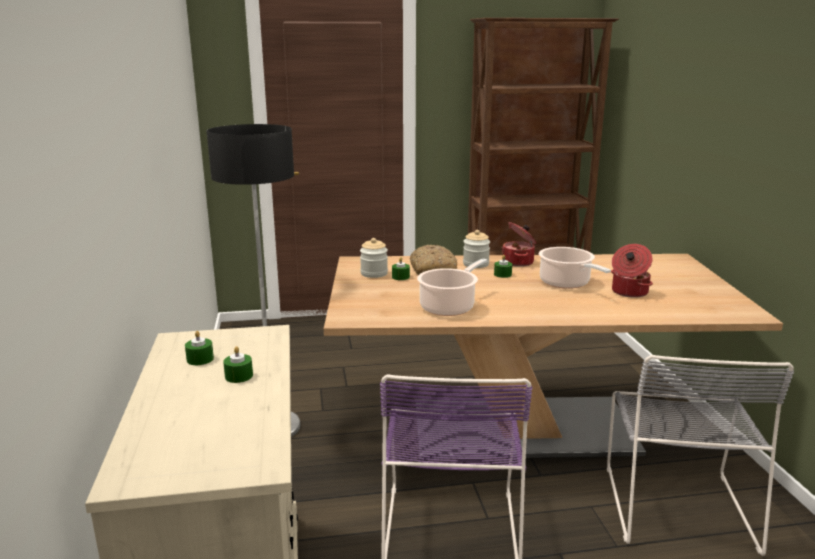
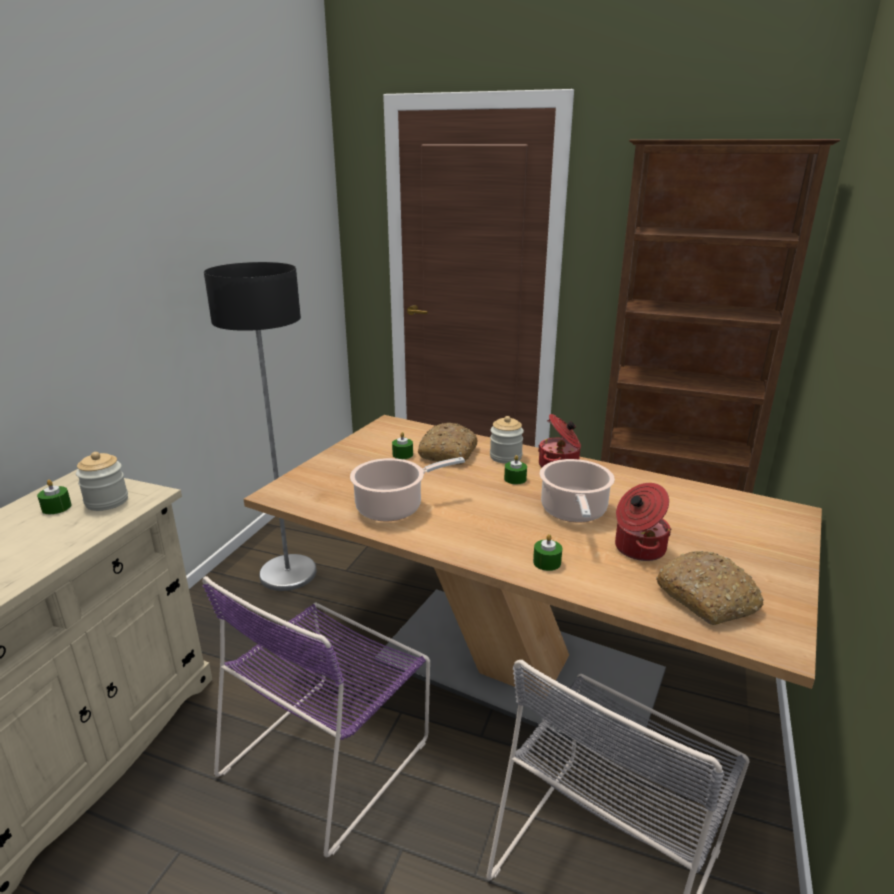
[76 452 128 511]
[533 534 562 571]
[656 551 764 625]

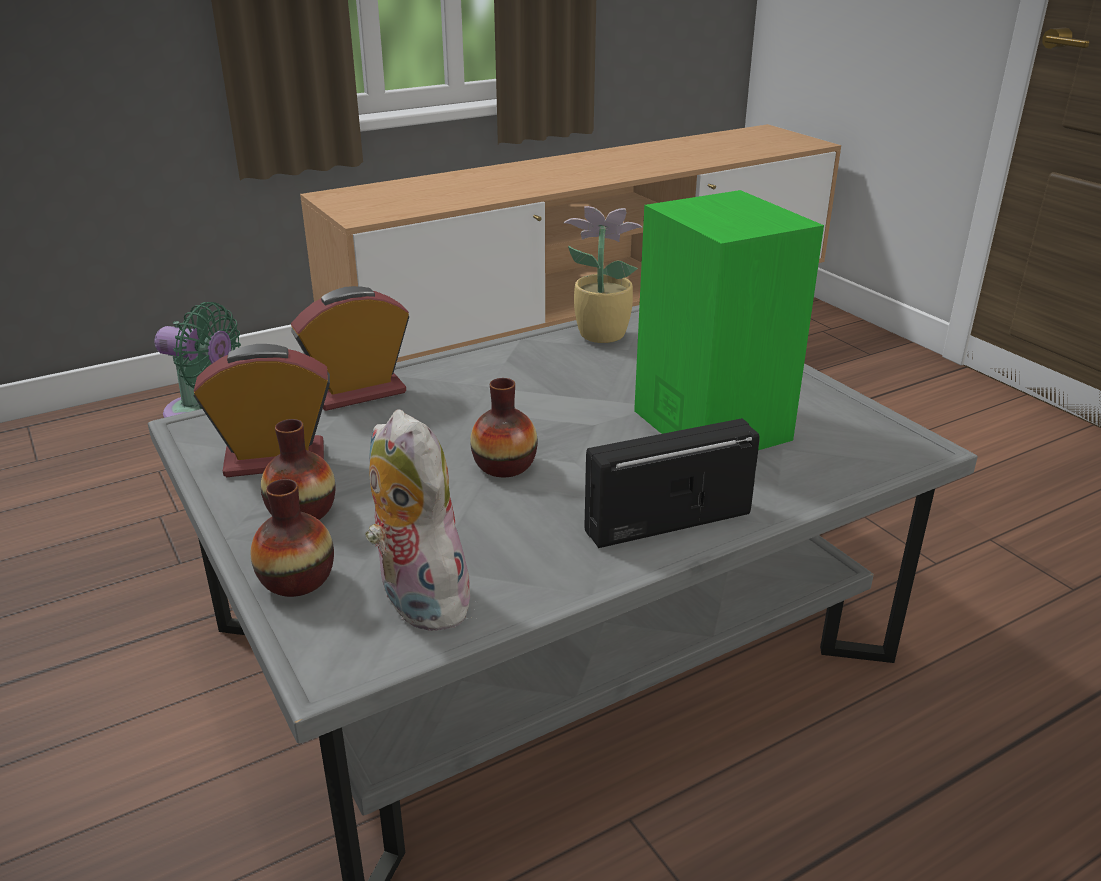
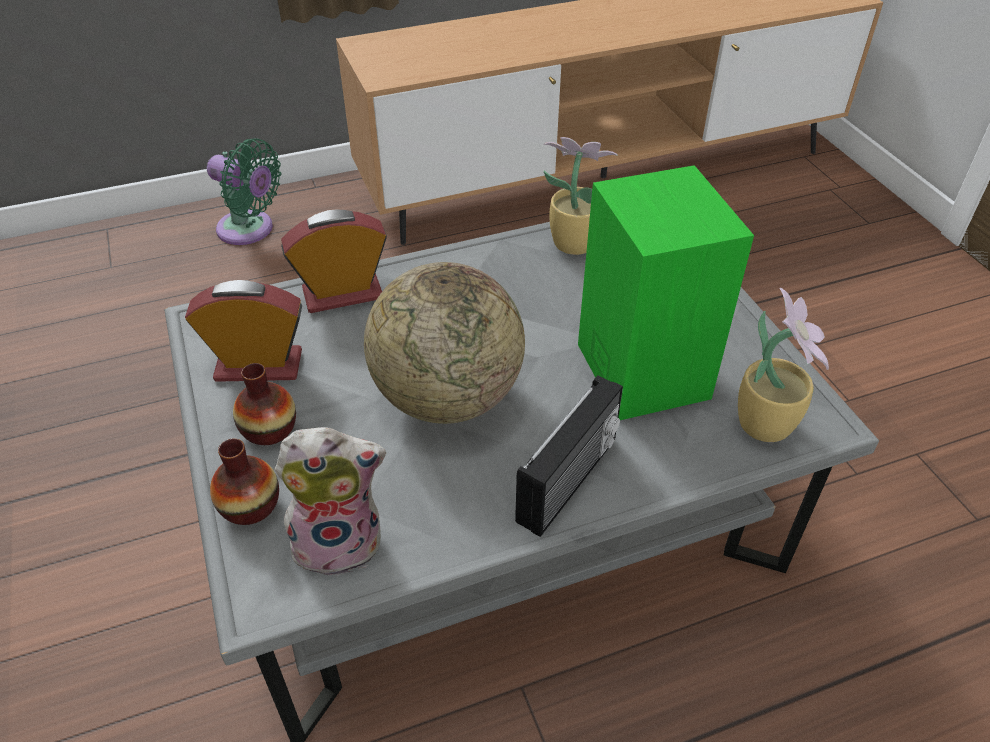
[364 262 525 424]
[275 427 386 577]
[515 375 623 537]
[738 288 829 442]

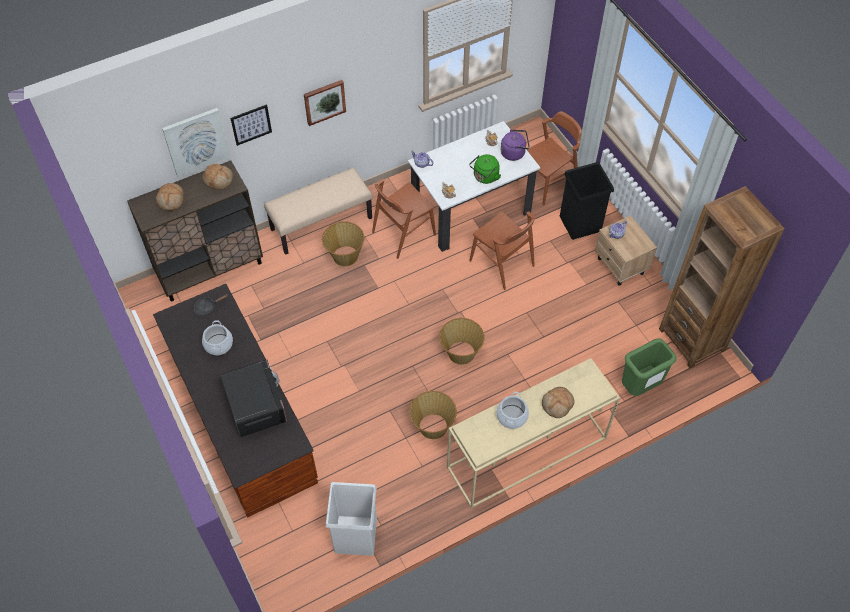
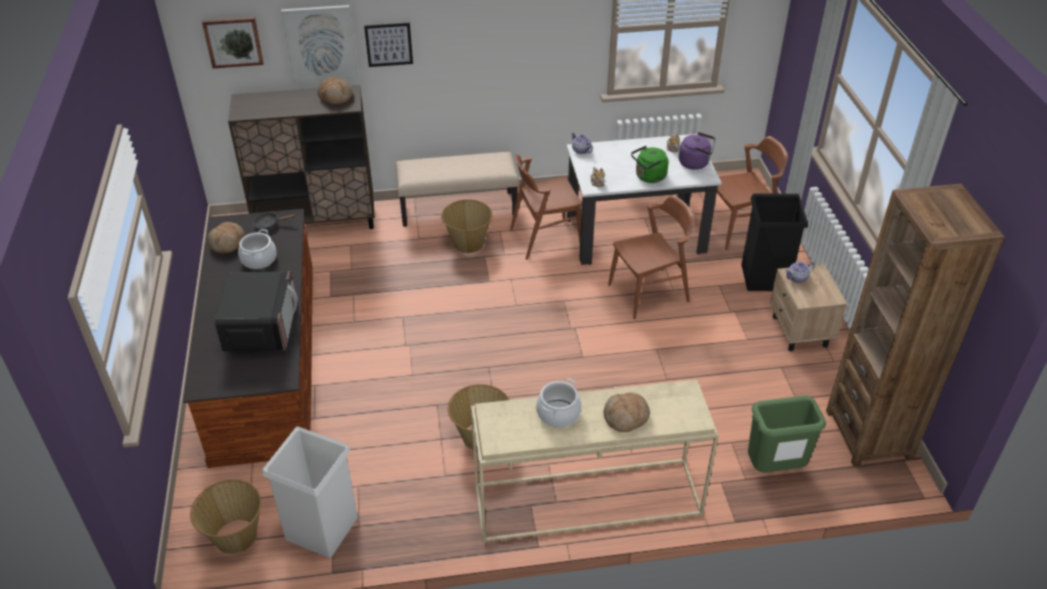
[202 17 264 68]
[208 222 245 254]
[608 195 694 319]
[190 480 262 554]

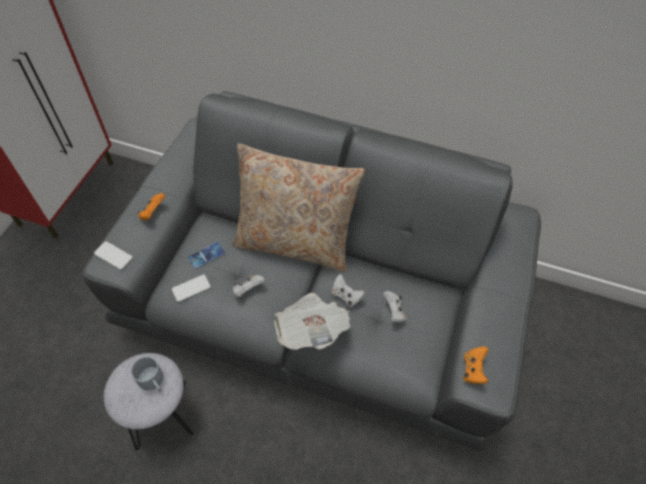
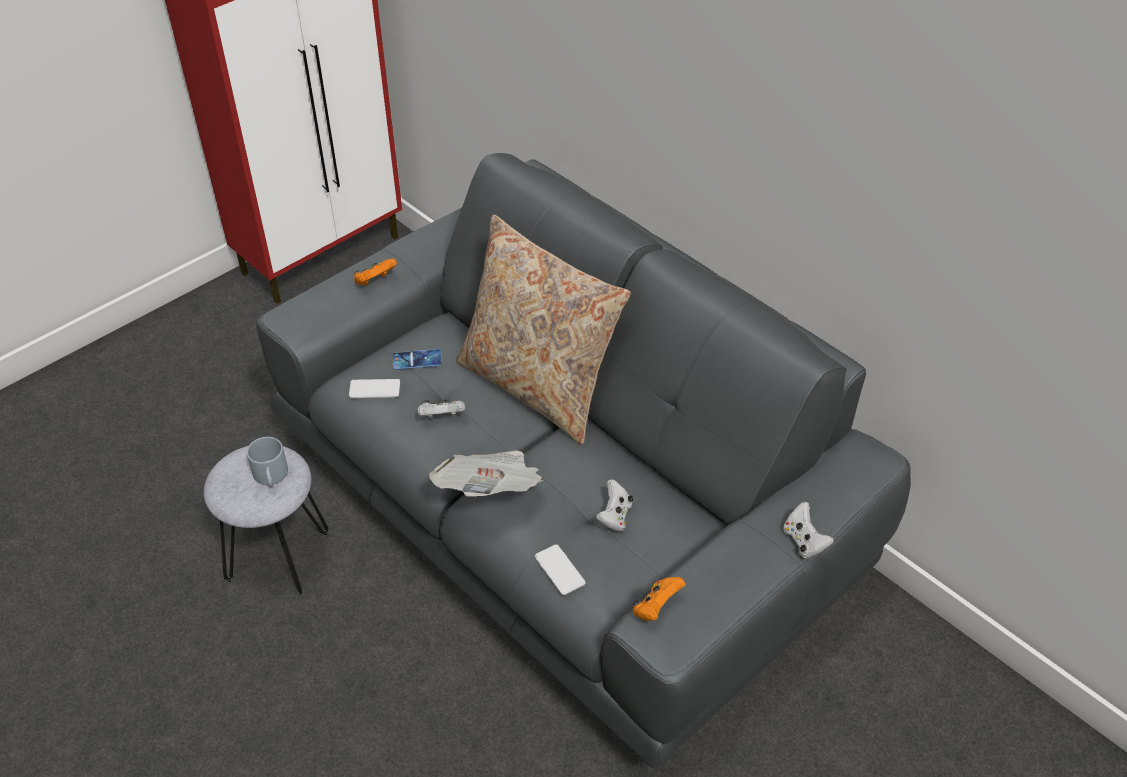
[535 544 585 595]
[783 502 834 558]

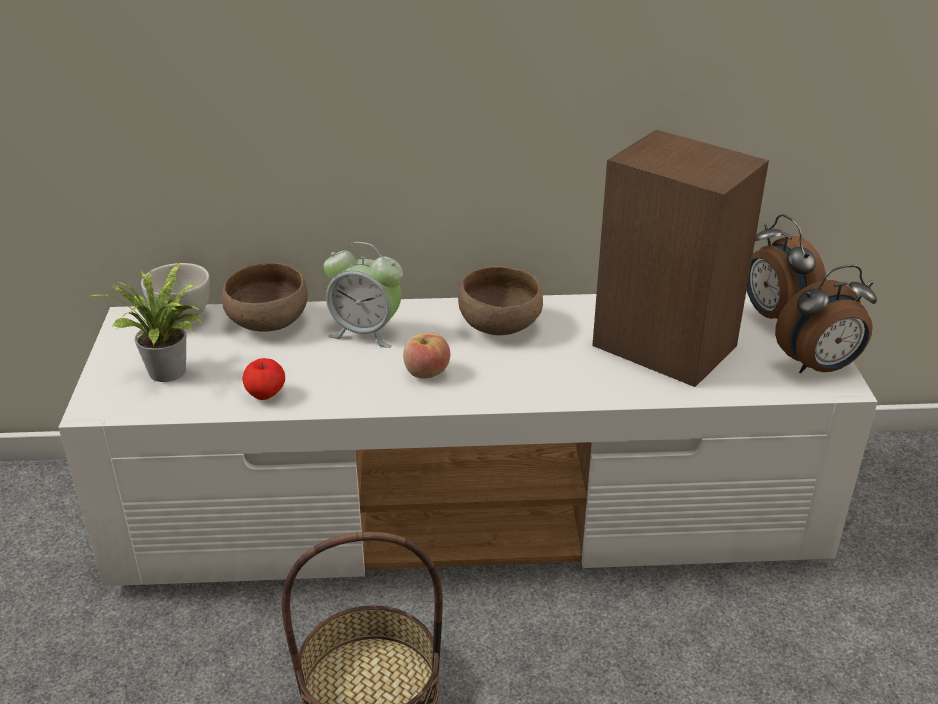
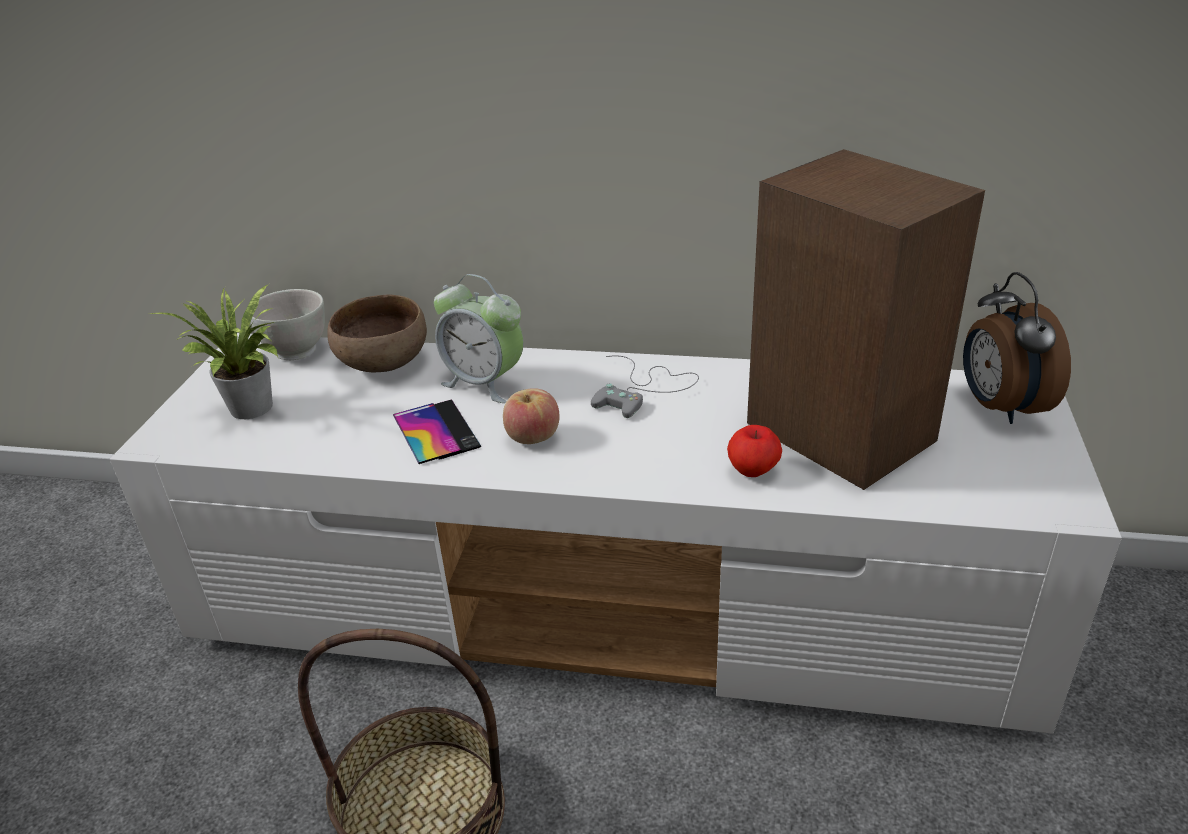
[775 265 877 374] (first image)
[591 356 699 418]
[727 425 782 477]
[393 399 481 464]

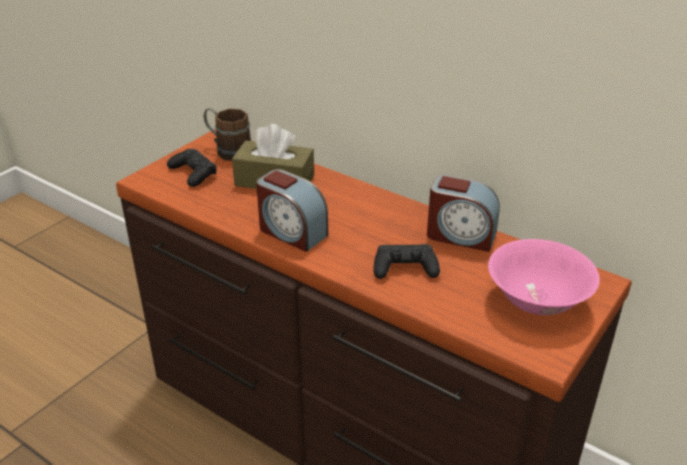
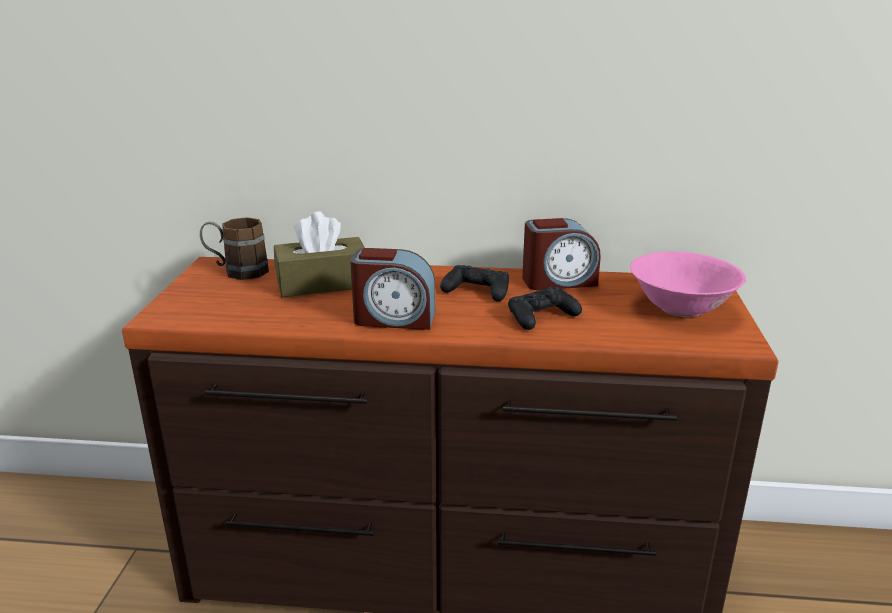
[440 265 509 301]

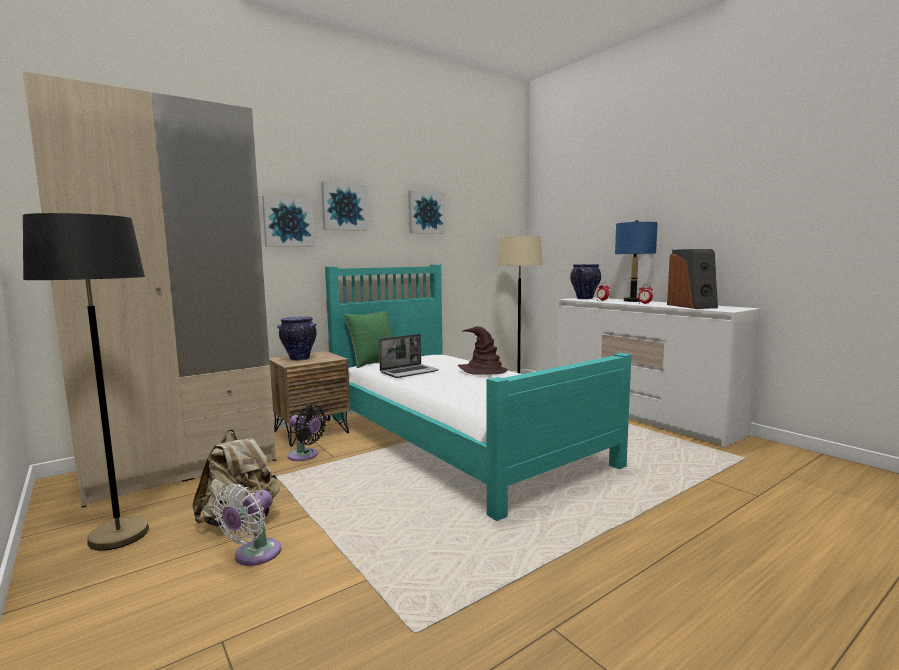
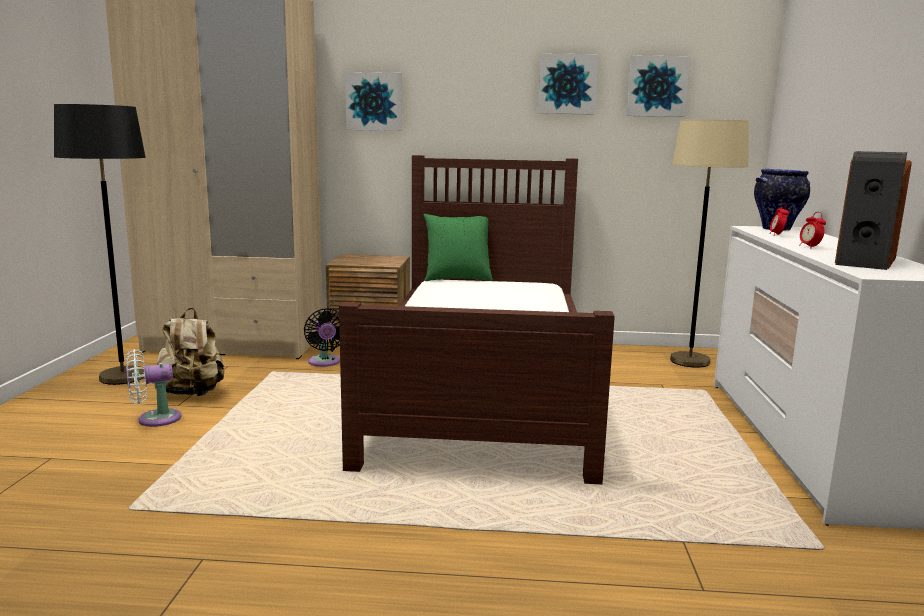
[626 56 691 117]
[615 220 658 302] (first image)
[339 155 615 485]
[277 316 317 361] (first image)
[458 326 508 375] (first image)
[379 334 439 378] (first image)

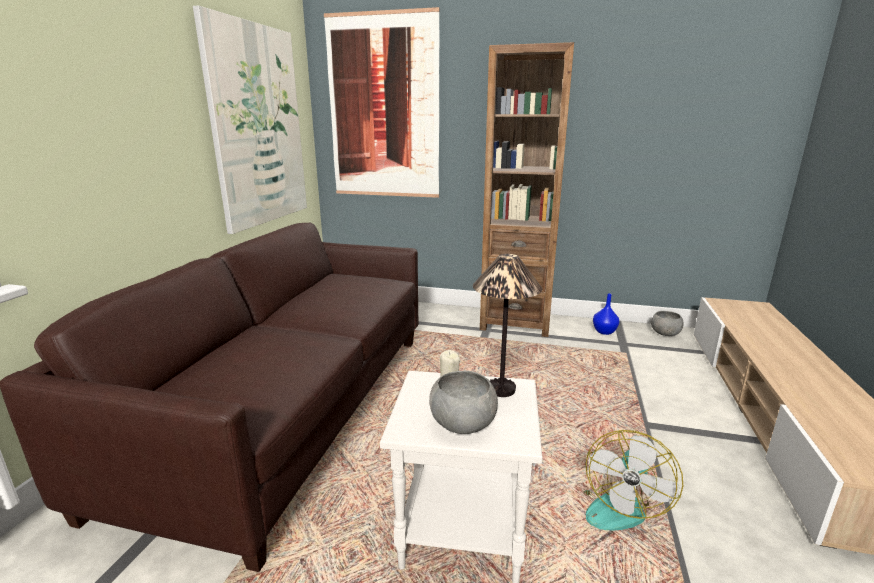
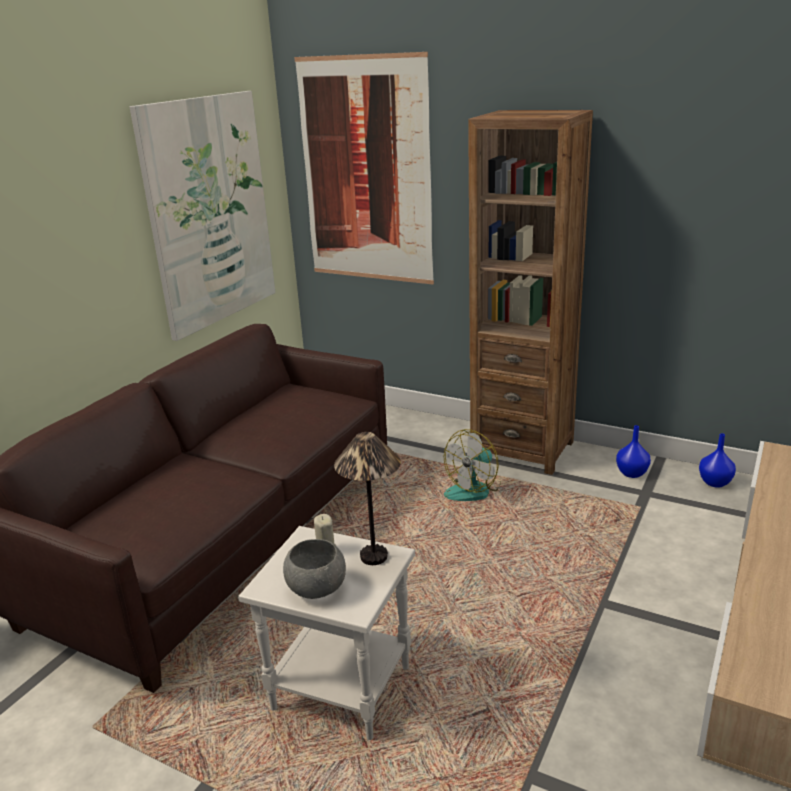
[699 433 736 488]
[444 429 501 501]

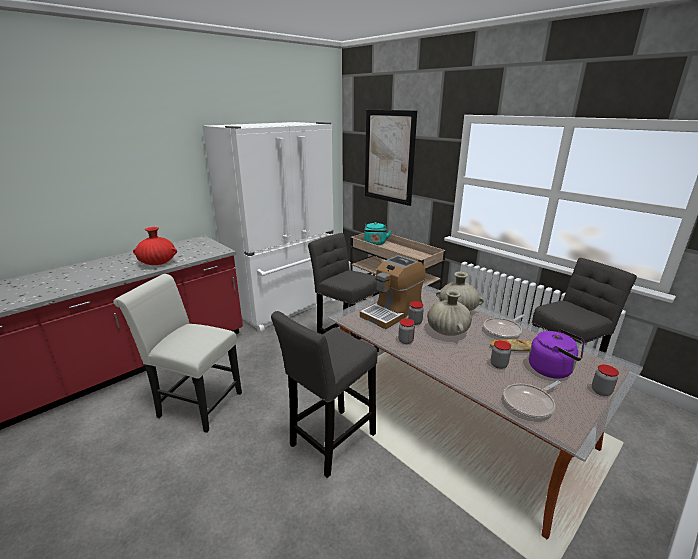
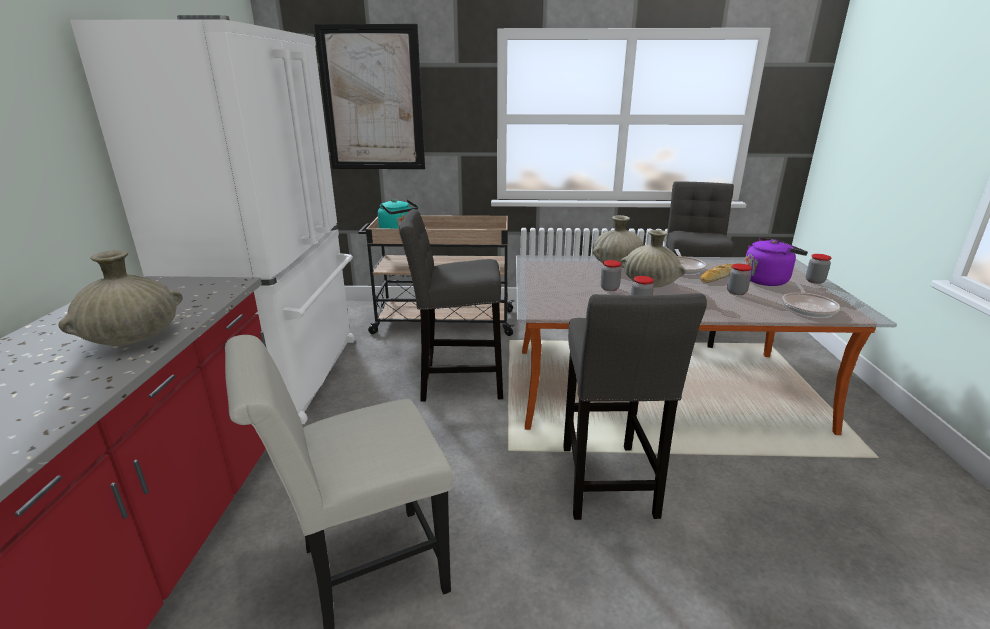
[58 250 183 346]
[360 255 426 329] (first image)

